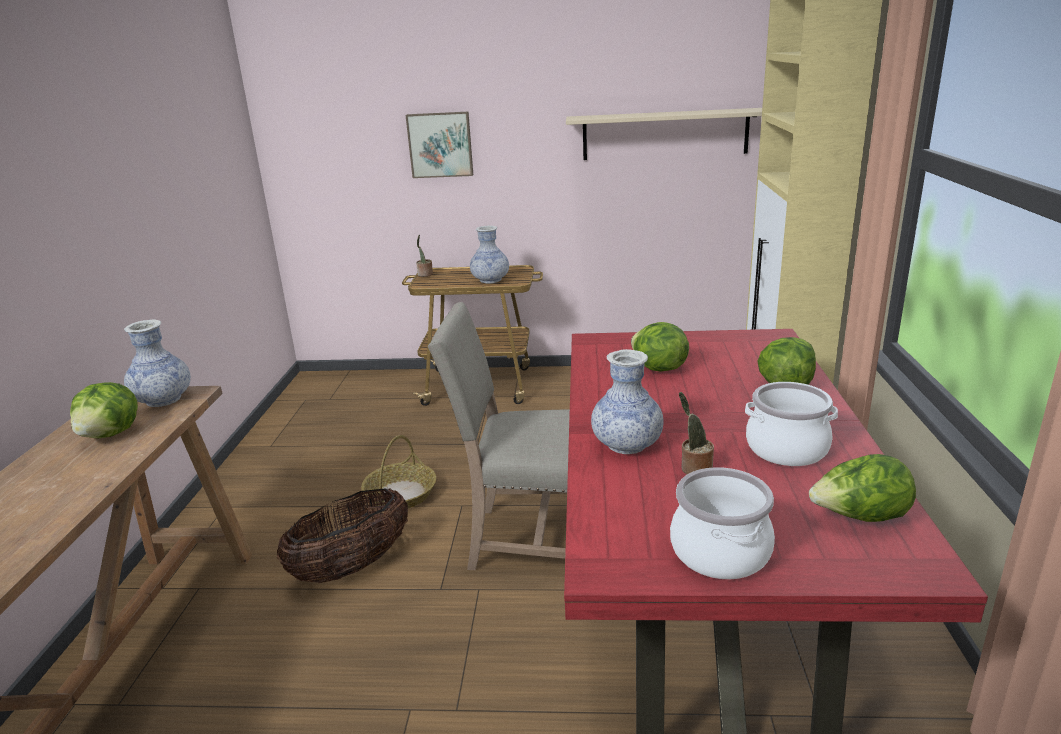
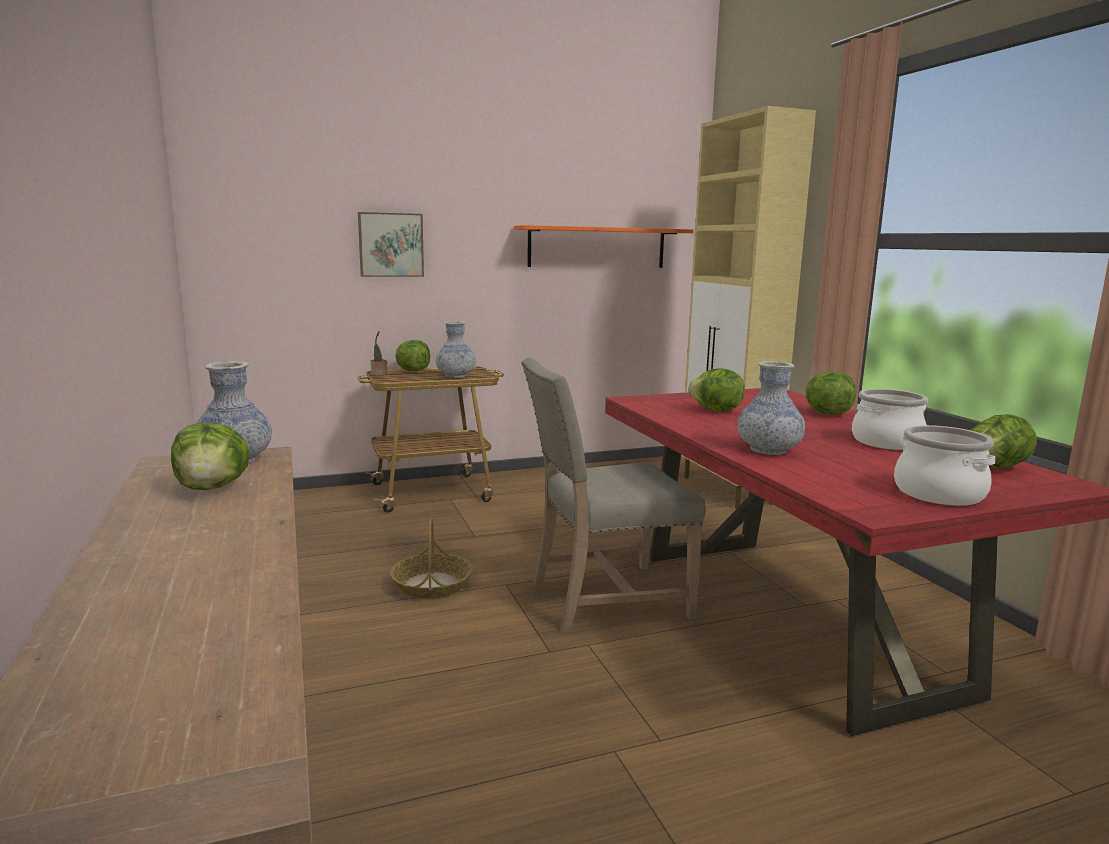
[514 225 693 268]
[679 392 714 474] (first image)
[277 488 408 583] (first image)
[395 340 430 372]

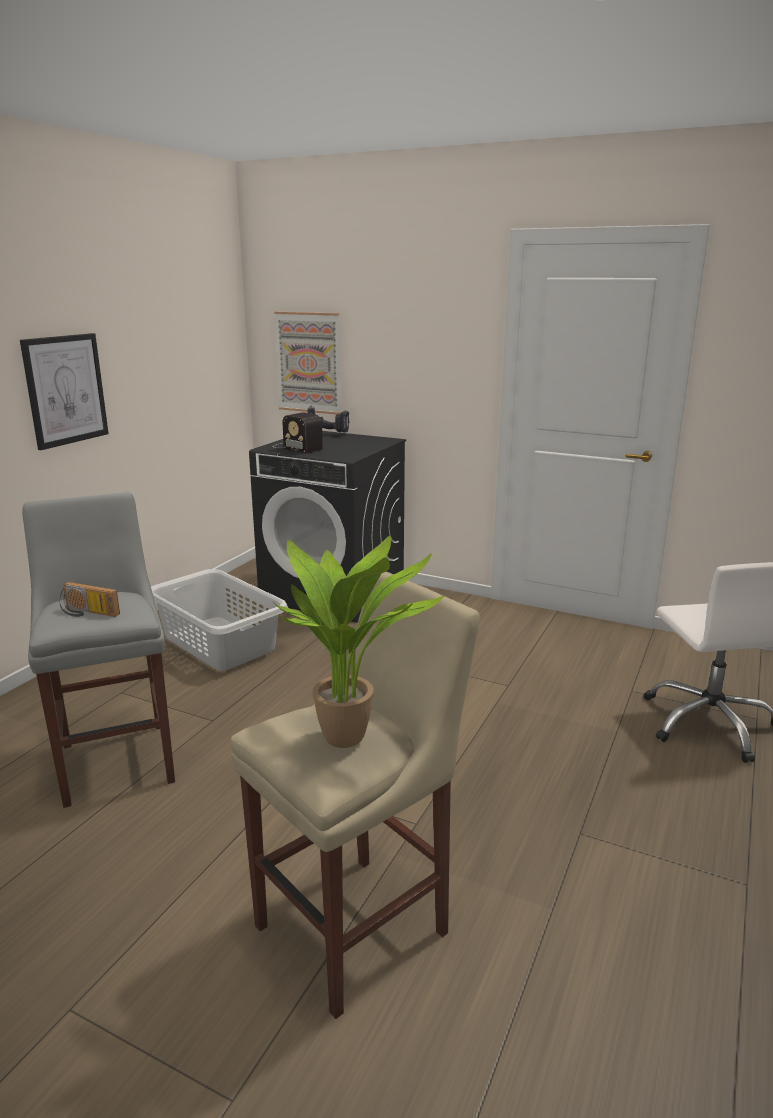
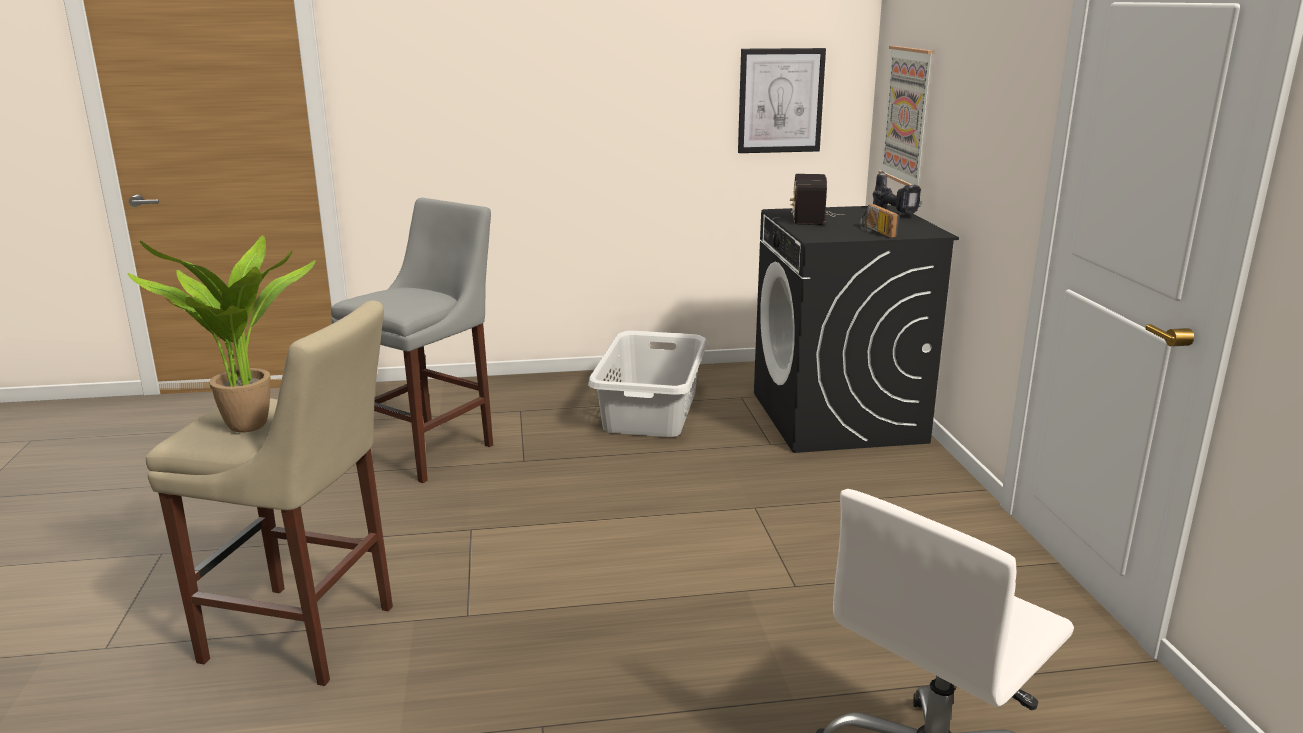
[738 48 826 153]
[861 204 899 238]

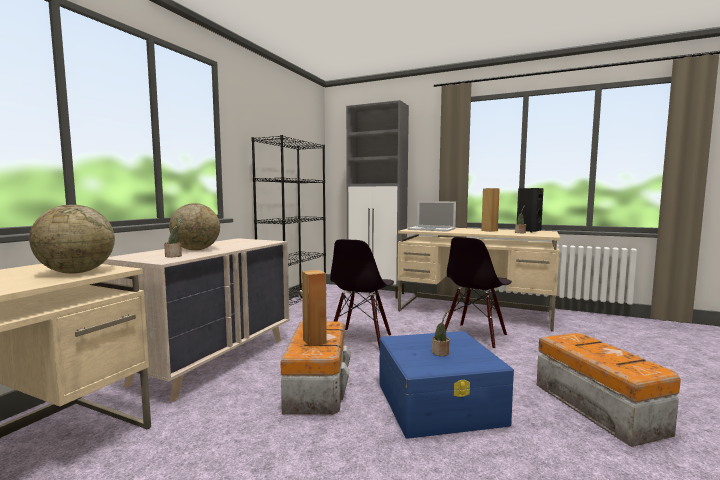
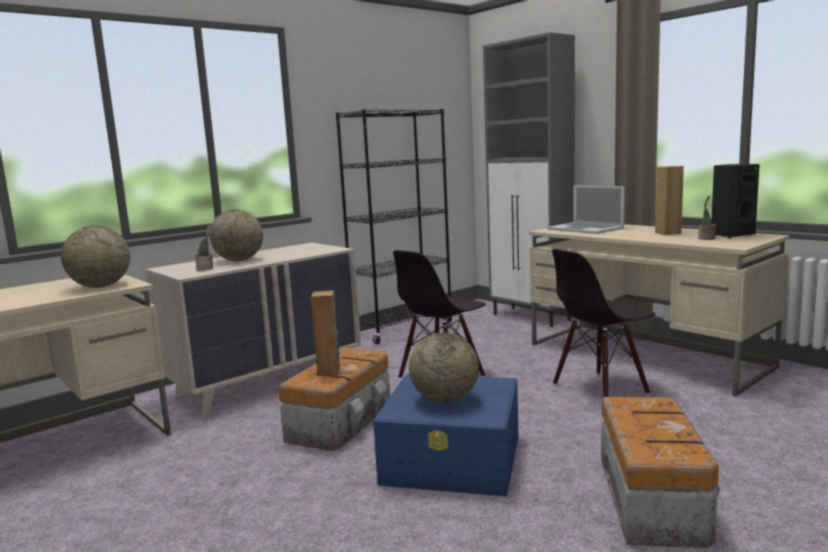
[409 332 479 403]

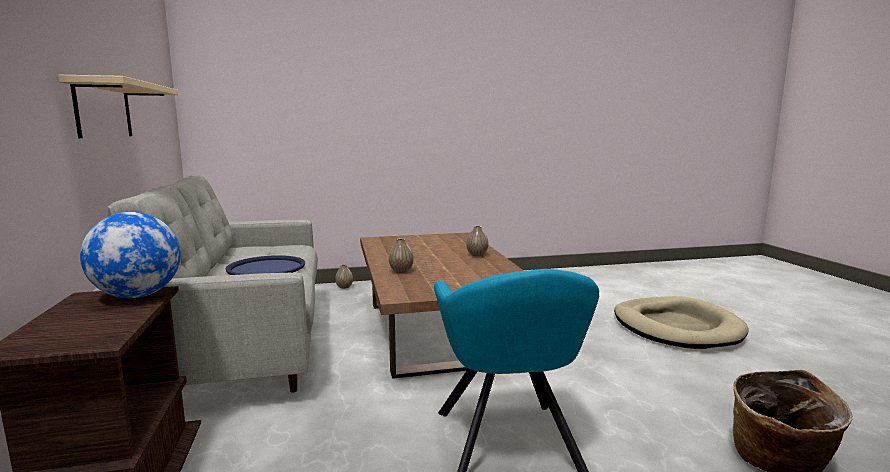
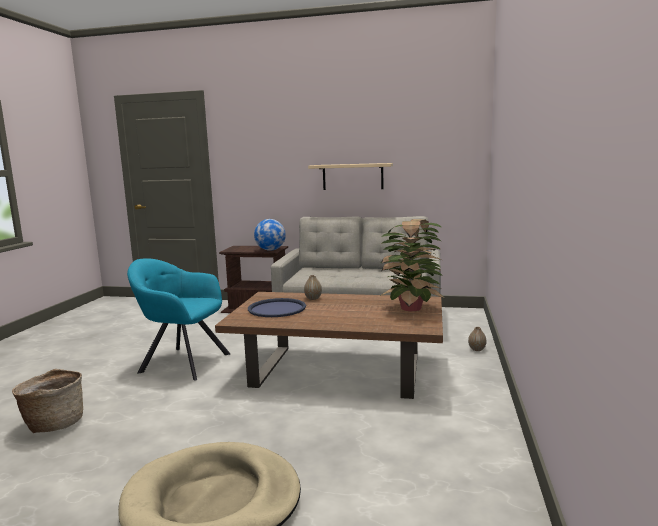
[466 226 489 256] (first image)
[248 298 306 317]
[380 219 446 311]

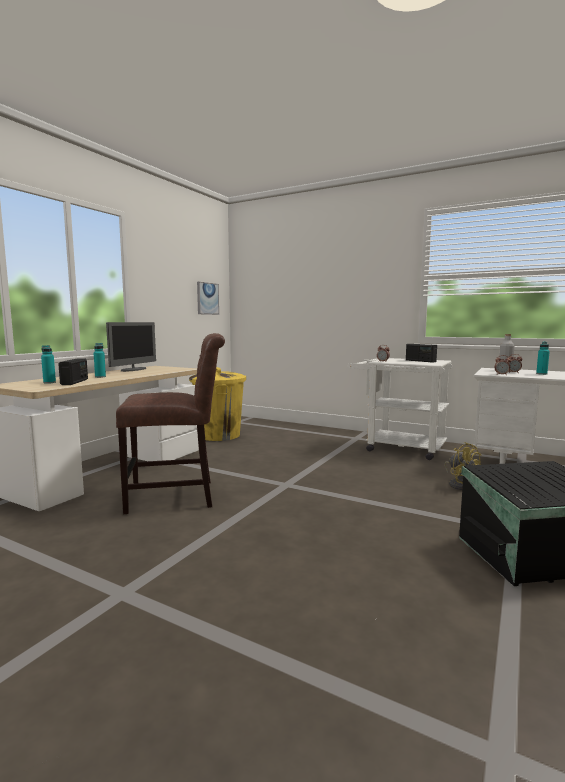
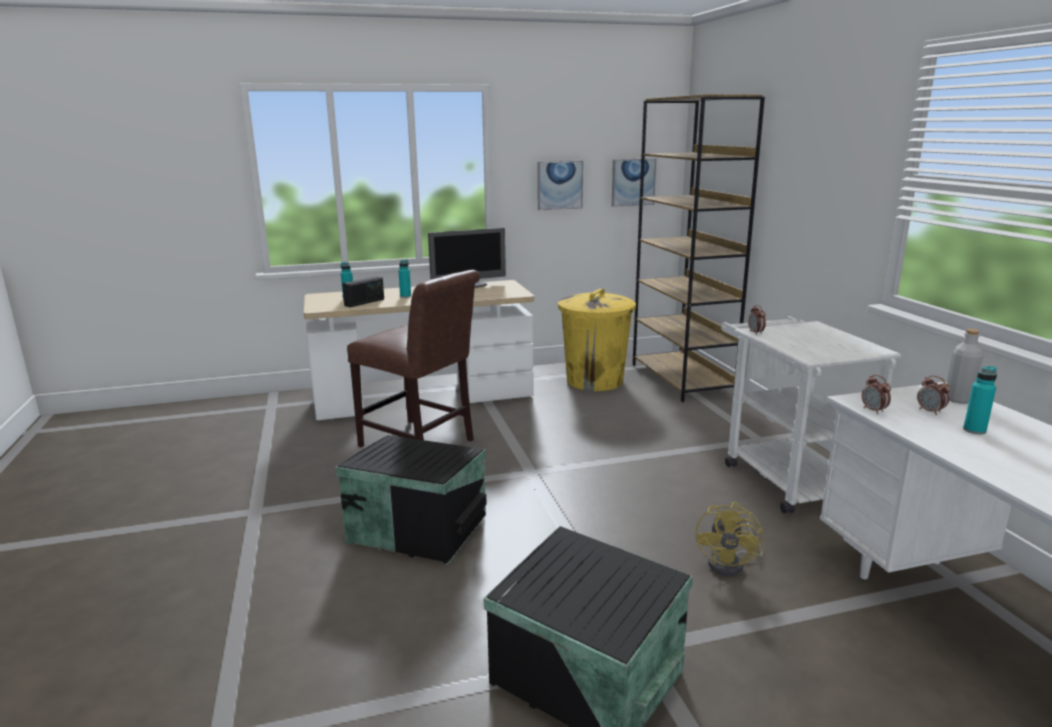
[406 344 437 363] (first image)
[633 95 765 402]
[538 161 583 210]
[335 435 487 565]

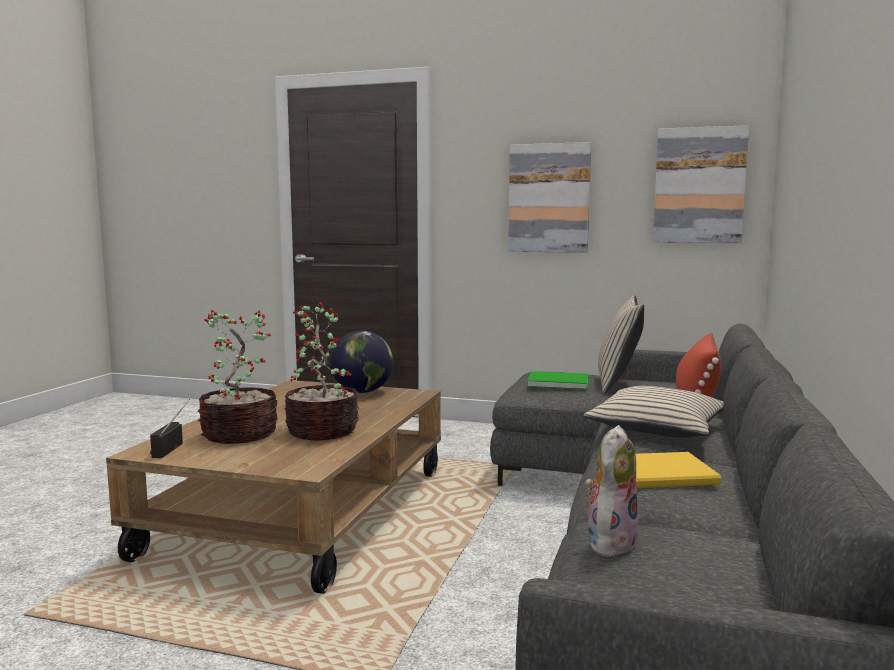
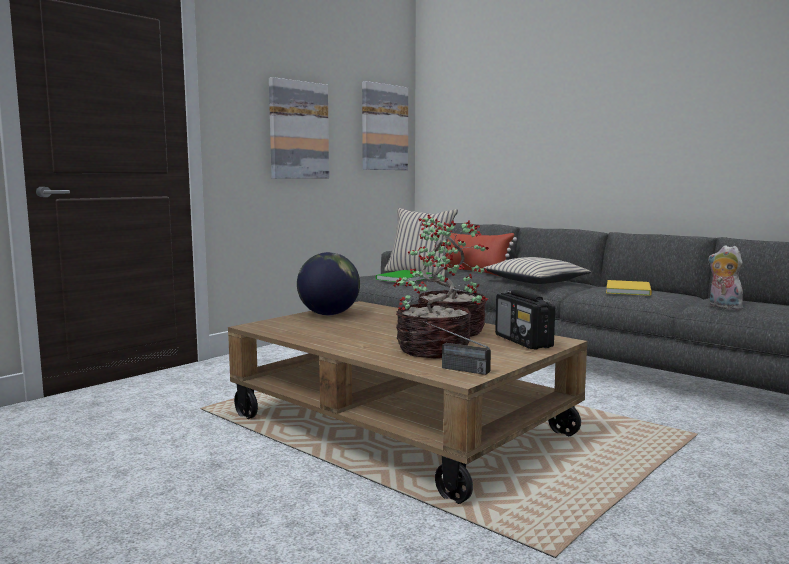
[495 290 555 350]

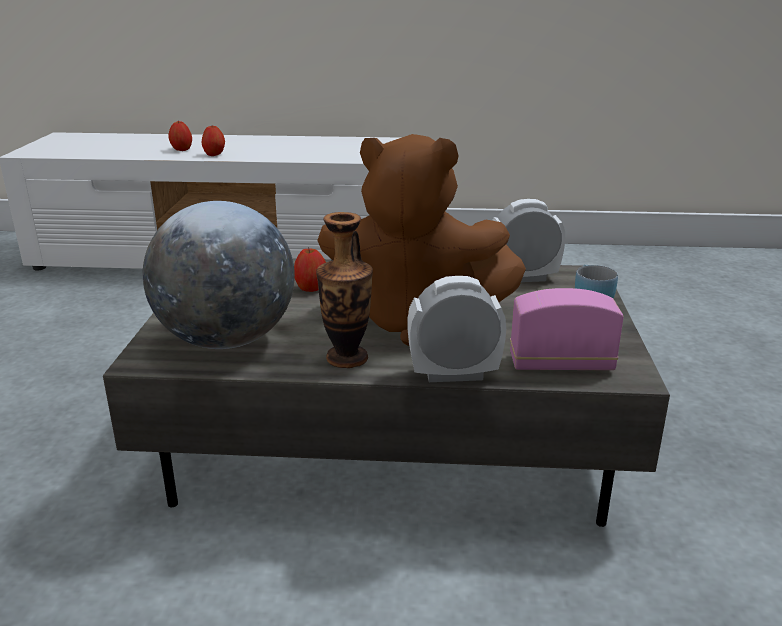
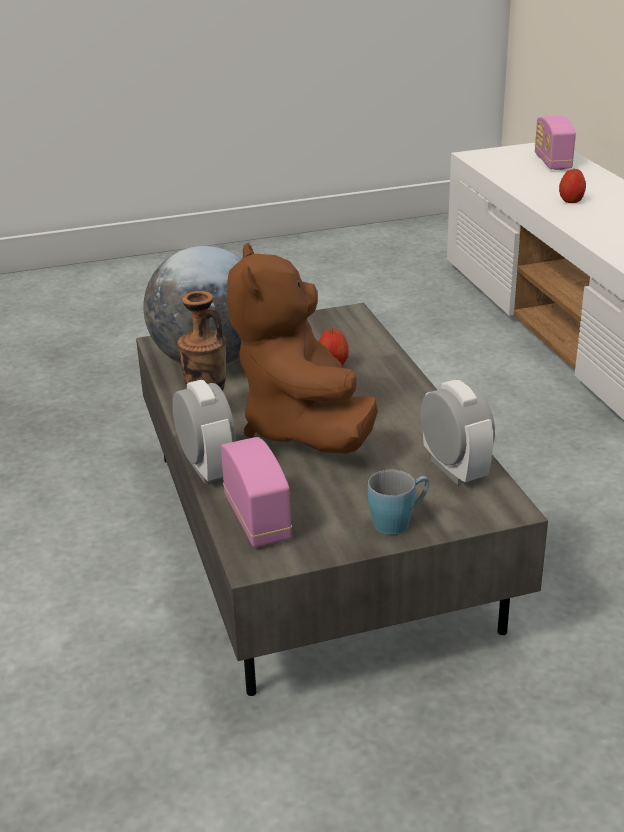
[201 126 225 156] (first image)
[535 116 576 170]

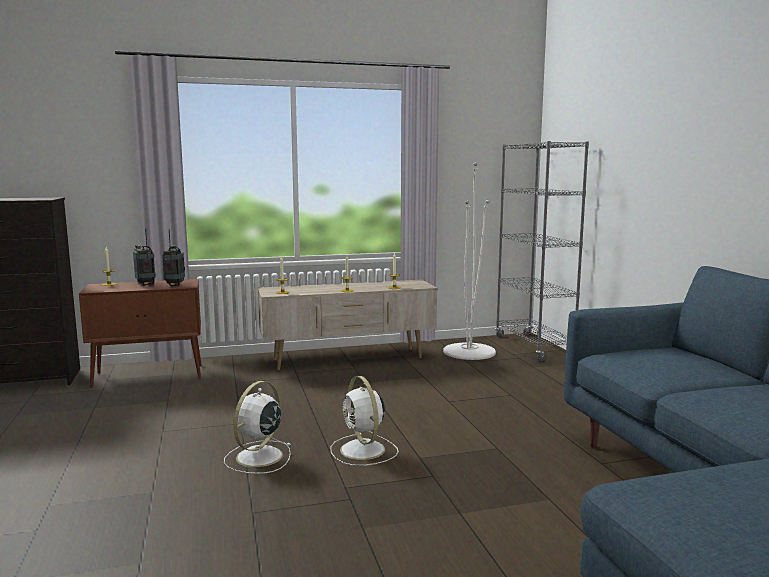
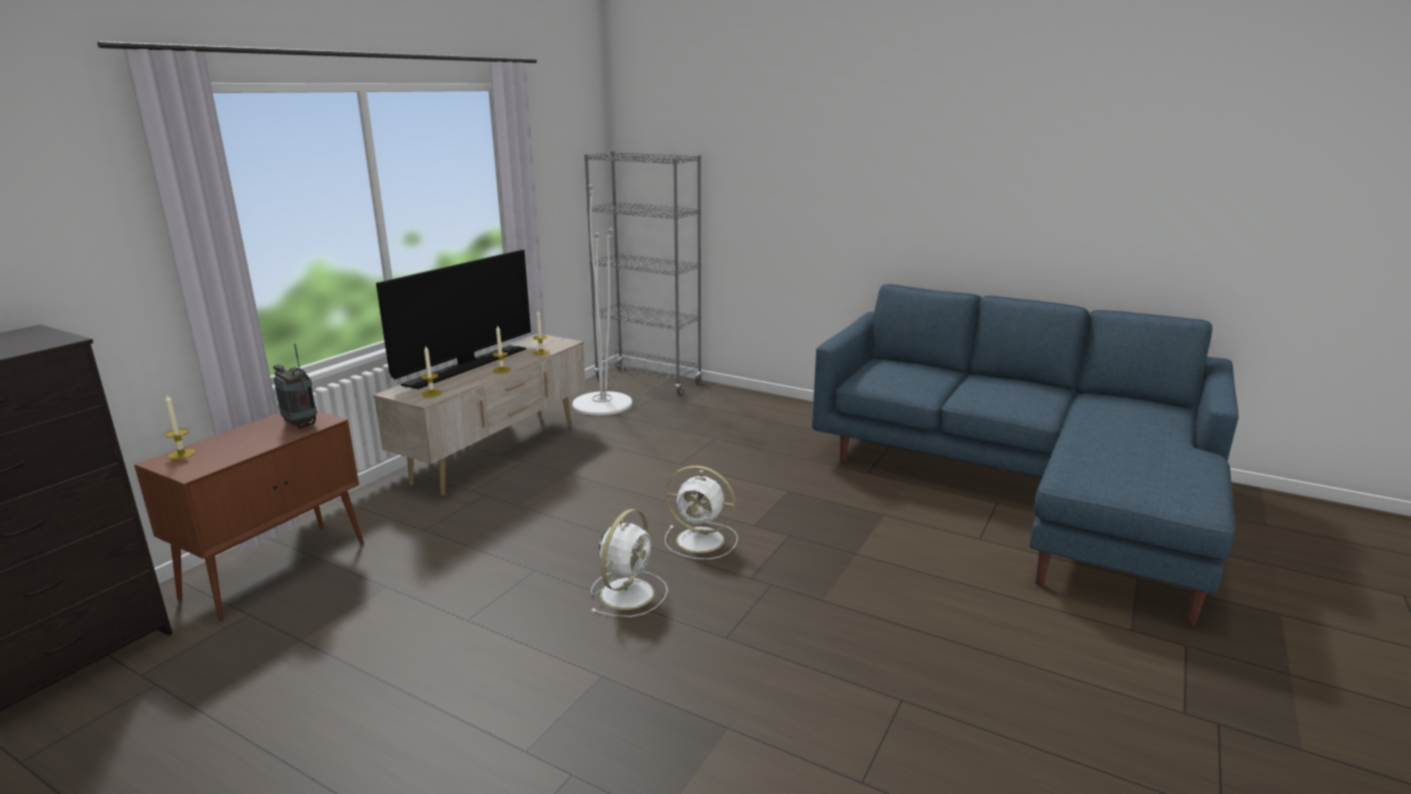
[133 228 156 285] (first image)
[590 509 668 617]
[376 250 531 389]

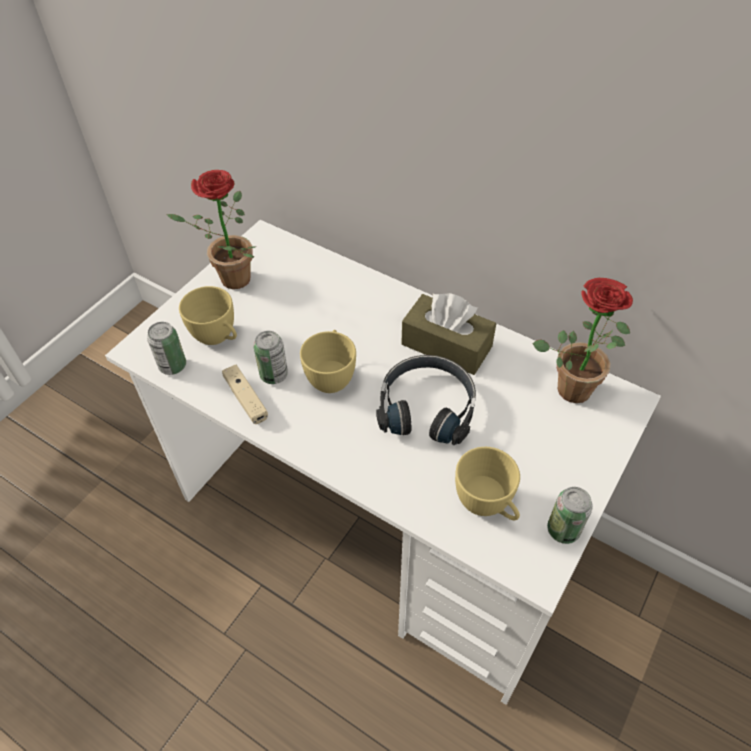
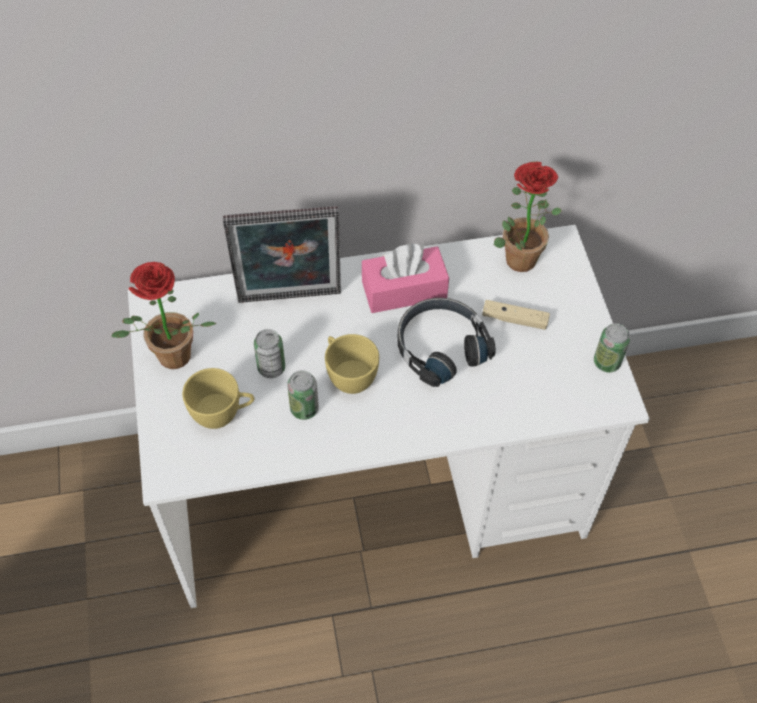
[362 243 449 313]
[254 329 285 378]
[482 300 550 330]
[455 447 520 520] (first image)
[223 206 341 303]

